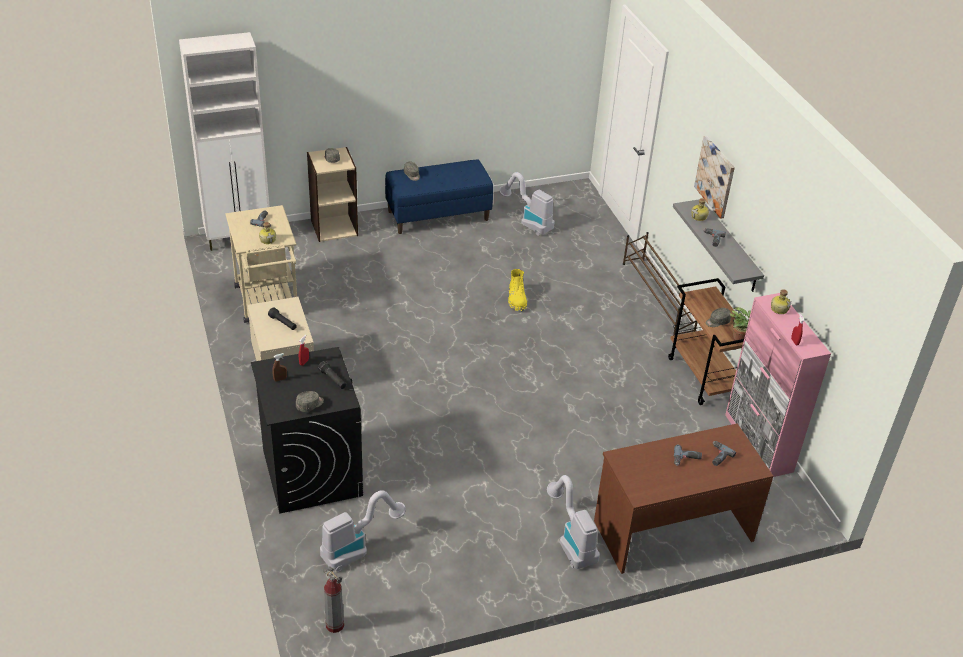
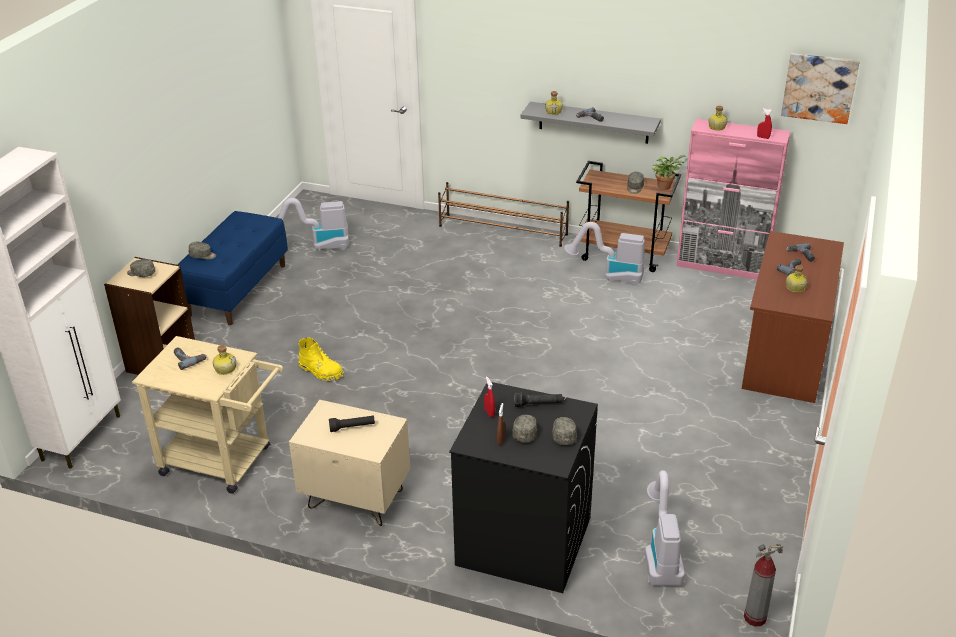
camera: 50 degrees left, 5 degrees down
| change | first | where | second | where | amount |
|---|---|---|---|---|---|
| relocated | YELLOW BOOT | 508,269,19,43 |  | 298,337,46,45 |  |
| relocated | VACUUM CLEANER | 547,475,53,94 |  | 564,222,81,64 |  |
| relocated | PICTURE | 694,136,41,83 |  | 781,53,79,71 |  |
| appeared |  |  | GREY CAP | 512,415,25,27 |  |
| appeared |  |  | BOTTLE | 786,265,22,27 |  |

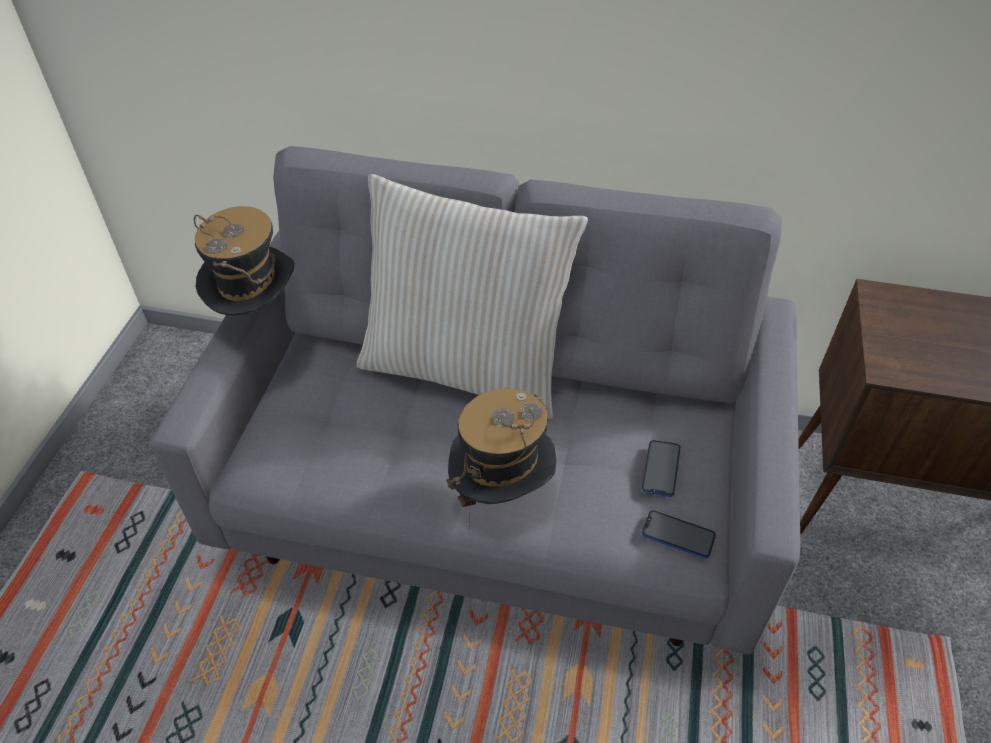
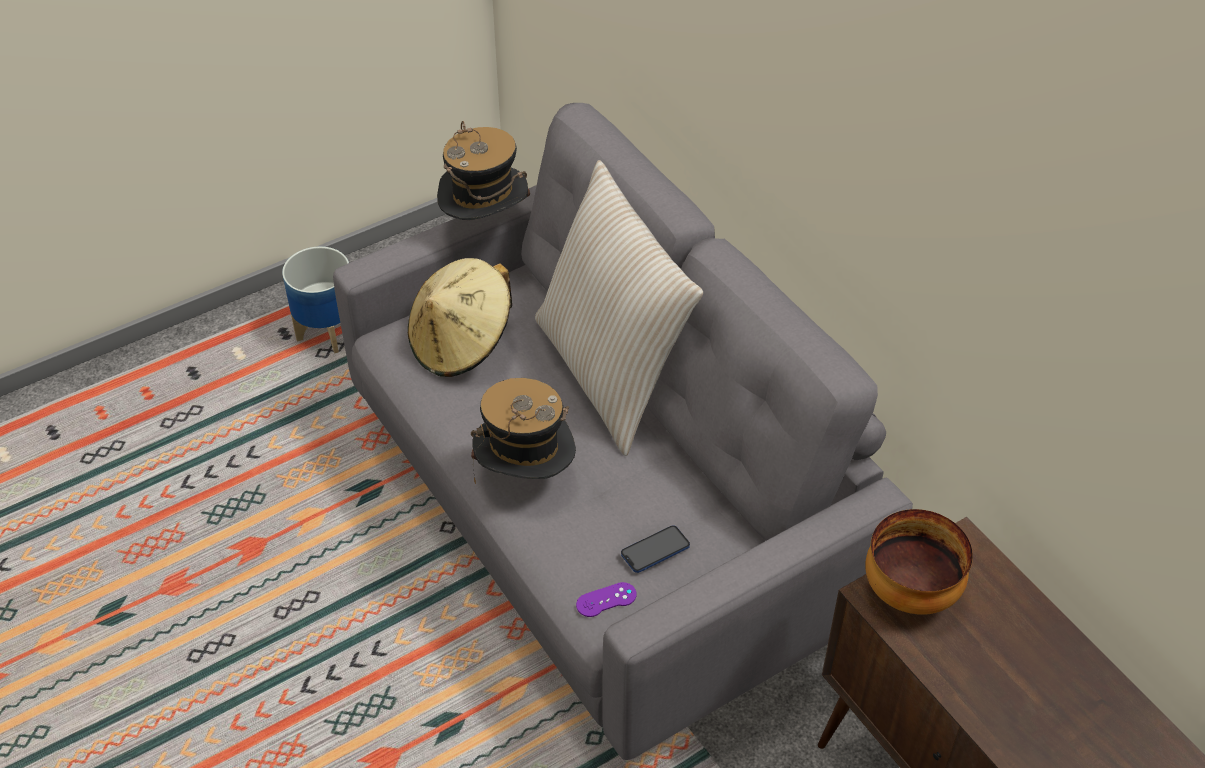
camera: 45 degrees right, 0 degrees up
| change | first | where | second | where | amount |
|---|---|---|---|---|---|
| exchanged | PHONE | 642,510,74,49 | PURPLE GAME CONTROLLER | 576,582,60,35 |  |
| appeared |  |  | PLANTER | 282,246,67,107 |  |
| appeared |  |  | BEIGE HAT | 408,258,104,119 |  |
| appeared |  |  | BOWL | 865,509,108,106 |  |

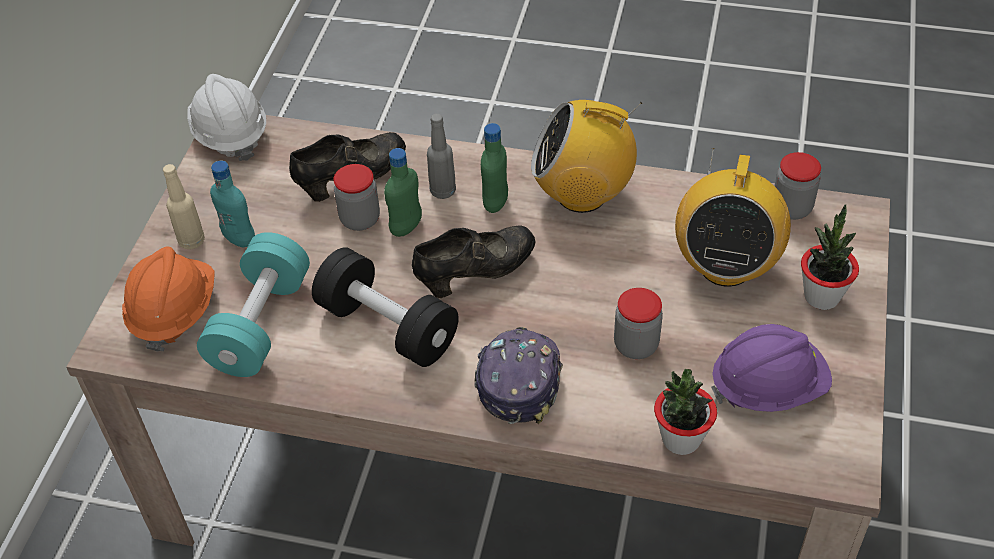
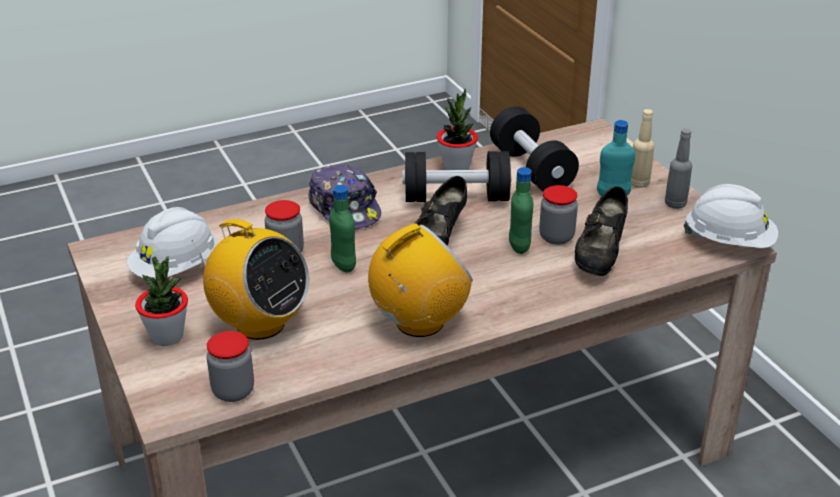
camera: 140 degrees right, 15 degrees down
| change | first | where | second | where | amount |
|---|---|---|---|---|---|
| missing | ORANGE HARD HAT | 122,247,93,105 |  |  |  |
| colour | TURQUOISE DUMBBELL | 197,232,113,145 | BLACK DUMBBELL | 490,106,89,85 |  |
| relocated | GREY BOTTLE | 427,114,29,85 |  | 665,128,27,81 |  |
| relocated | GREEN BOTTLE | 481,123,27,90 |  | 329,185,27,88 |  |
| relocated | POTTED PLANT | 654,369,63,86 |  | 437,89,41,81 |  |
| spun | RADIO | 675,148,116,139 |  | 192,219,117,121 | 150 degrees clockwise |
| colour | PURPLE HARD HAT | 711,324,121,88 | WHITE HARD HAT | 127,207,90,72 |  |

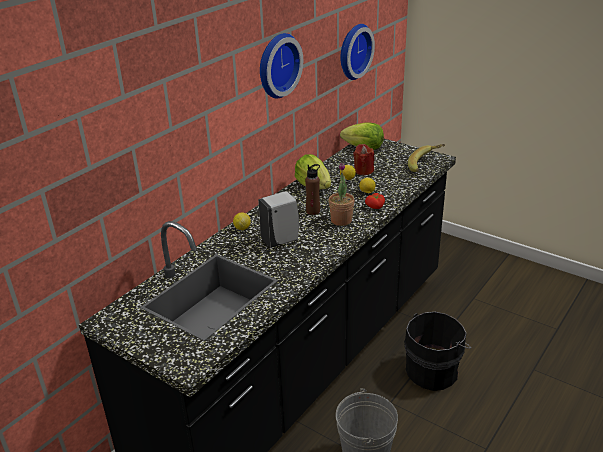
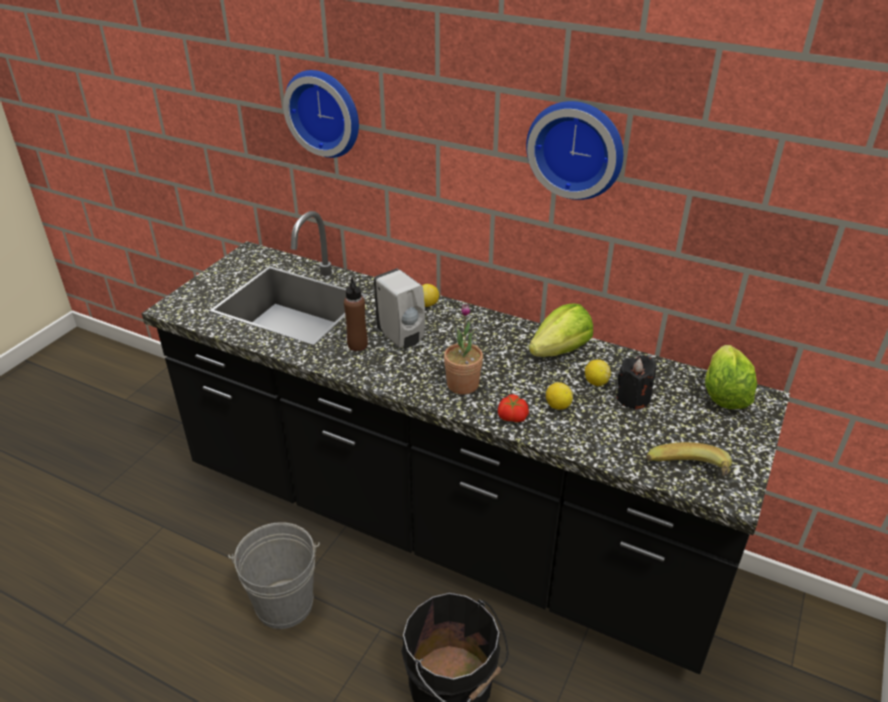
camera: 80 degrees right, 5 degrees up
| change | first | where | second | where | amount |
|---|---|---|---|---|---|
| relocated | BROWN BOTTLE | 305,164,15,51 |  | 344,278,24,73 |  |
| relocated | WALL CLOCK | 340,24,35,56 |  | 283,70,76,88 |  |
| colour | RED CANDLE | 353,144,21,31 | BLACK CANDLE | 617,355,39,55 |  |

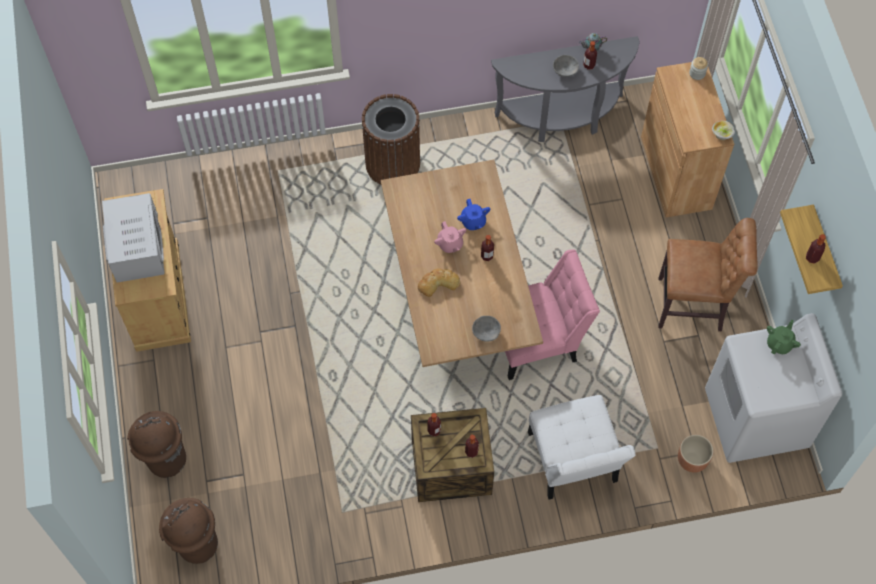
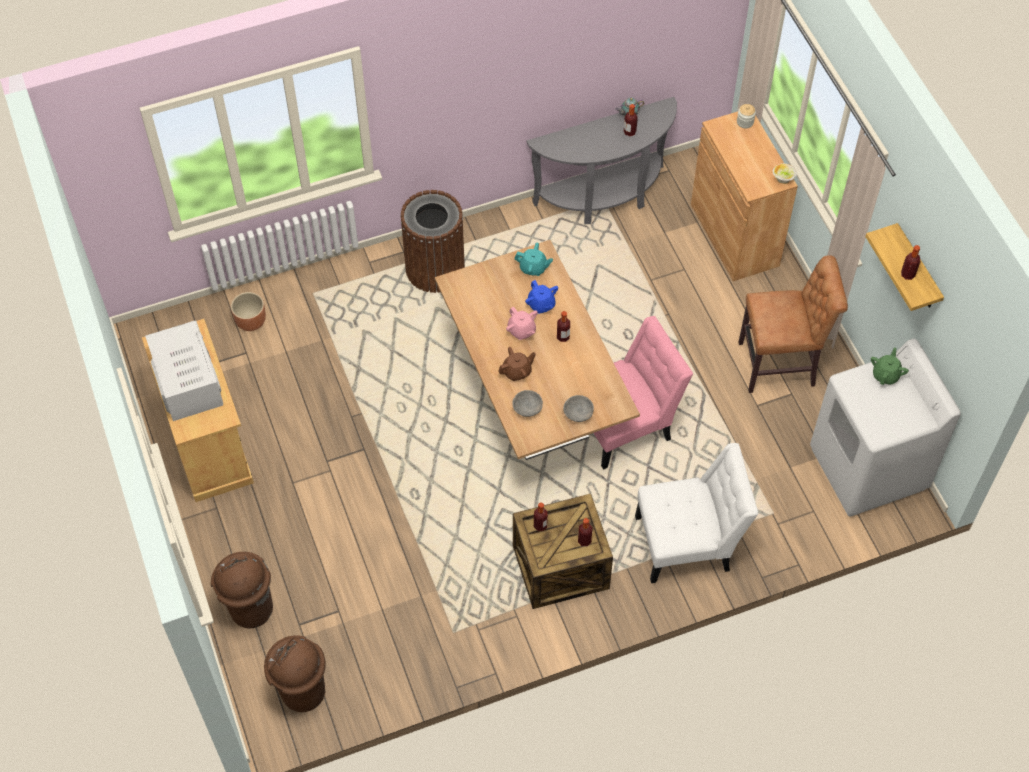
camera: 10 degrees left, 5 degrees down
| change | first | where | second | where | amount |
|---|---|---|---|---|---|
| exchanged | BREAD | 418,268,43,29 | BROWN TEAPOT | 498,347,38,34 |  |
| spun | WHITE CHAIR | 528,395,108,104 |  | 635,443,123,140 | 75 degrees counterclockwise |
| relocated | GREY BOWL | 553,55,26,22 |  | 512,390,31,27 |  |
| relocated | BROWN PLANTER | 678,435,35,38 |  | 231,292,35,39 |  |
| appeared |  |  | TURQUOISE TEAPOT | 514,243,39,33 |  |

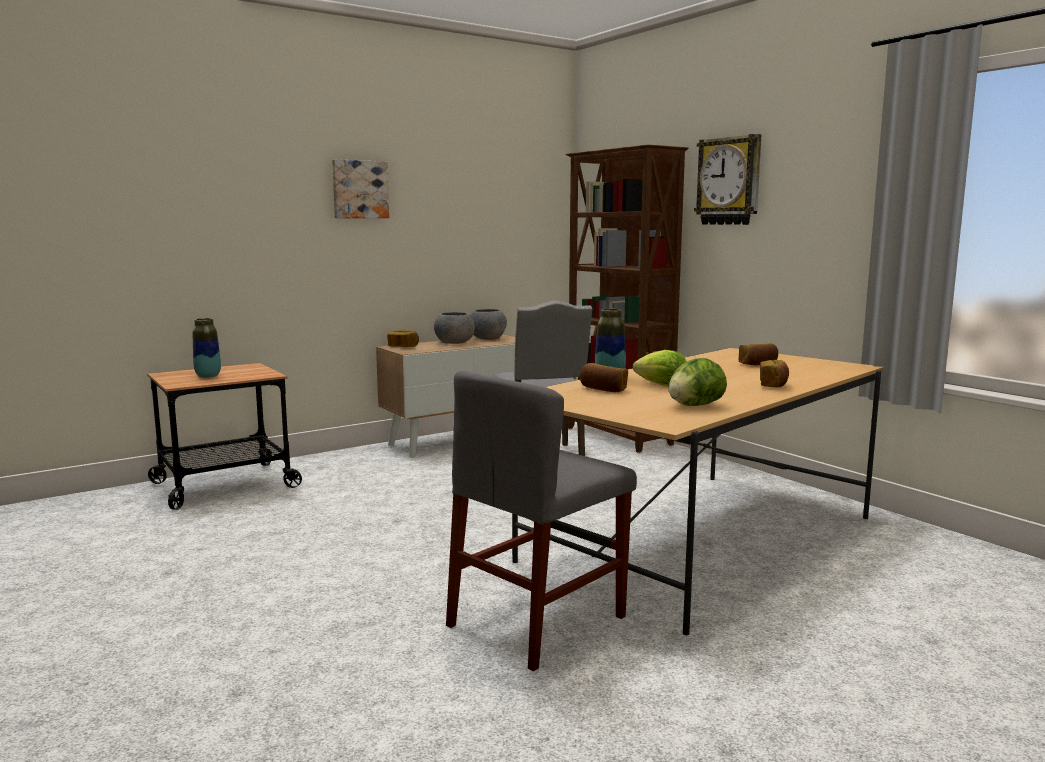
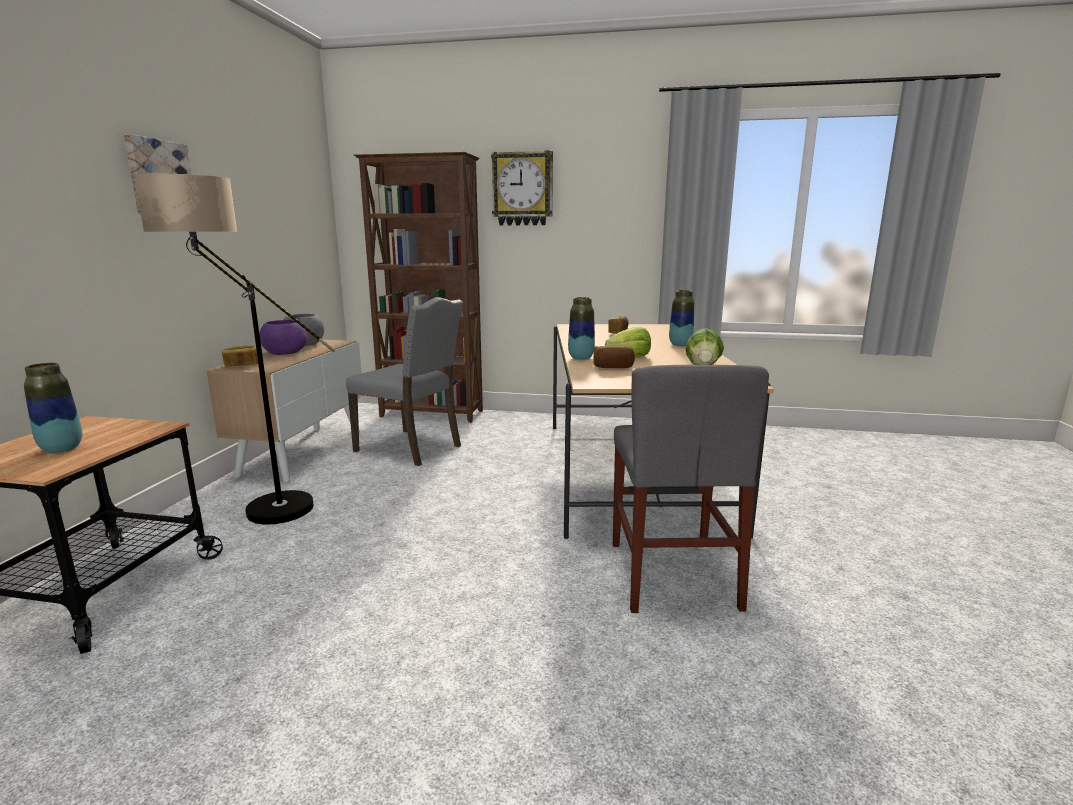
camera: 45 degrees left, 5 degrees up
| change | first | where | second | where | amount |
|---|---|---|---|---|---|
| colour | GREY BOWL | 434,312,41,32 | PURPLE BOWL | 260,320,48,35 |  |
| exchanged | BREAD | 760,360,29,27 | VASE | 669,290,25,56 |  |
| appeared |  |  | FLOOR LAMP | 133,174,202,351 |  |

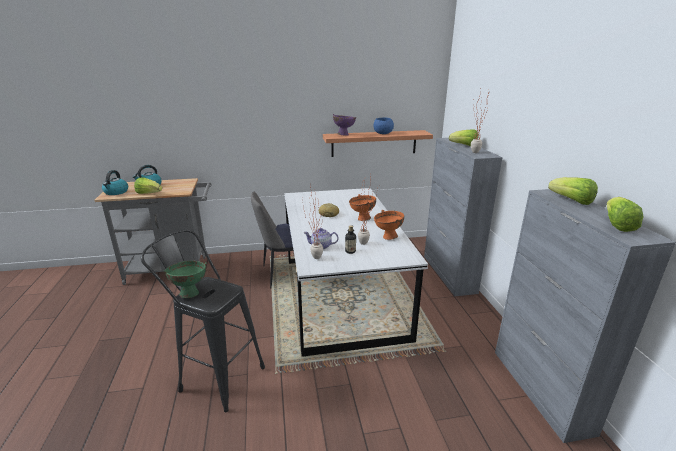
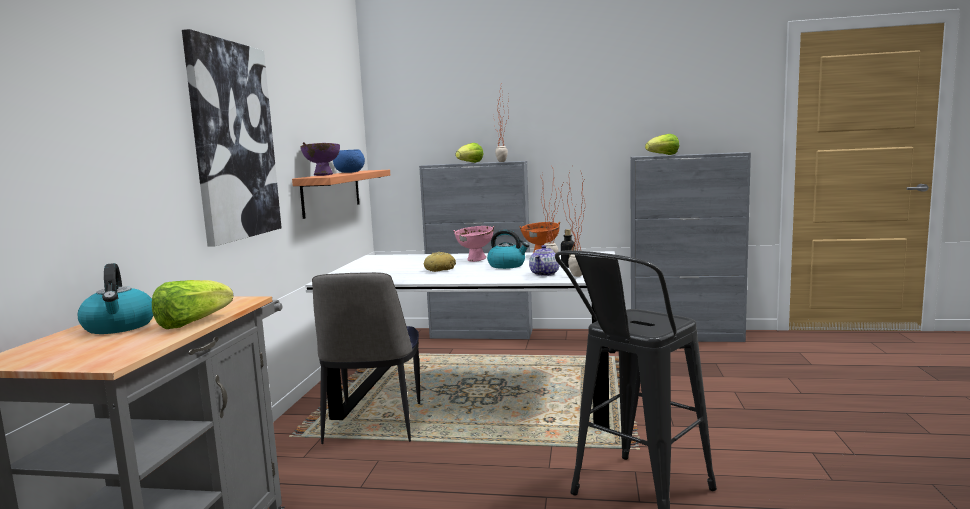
camera: 70 degrees left, 15 degrees down
| change | first | where | second | where | amount |
|---|---|---|---|---|---|
| relocated | KETTLE | 102,170,26,25 |  | 487,230,42,39 |  |
| missing | GREEN BOWL | 164,261,43,37 |  |  |  |
| colour | ORANGE BOWL | 349,194,27,27 | PINK BOWL | 453,226,41,36 |  |
| missing | LETTUCE | 607,197,37,35 |  |  |  |
| appeared |  |  | PICTURE | 182,29,100,218 |  |

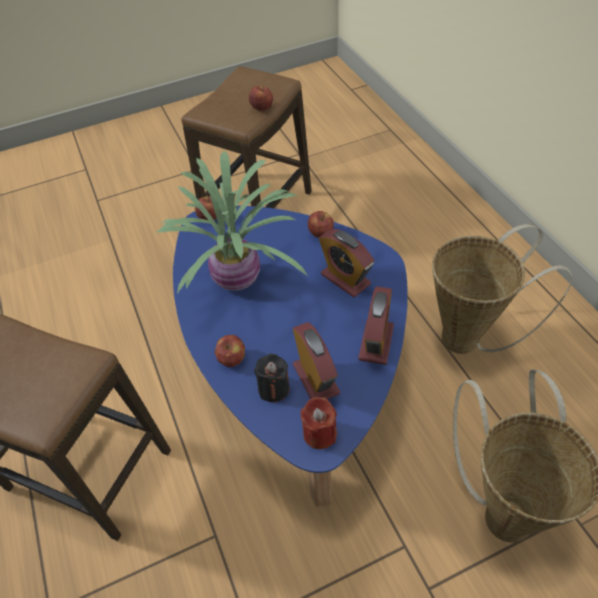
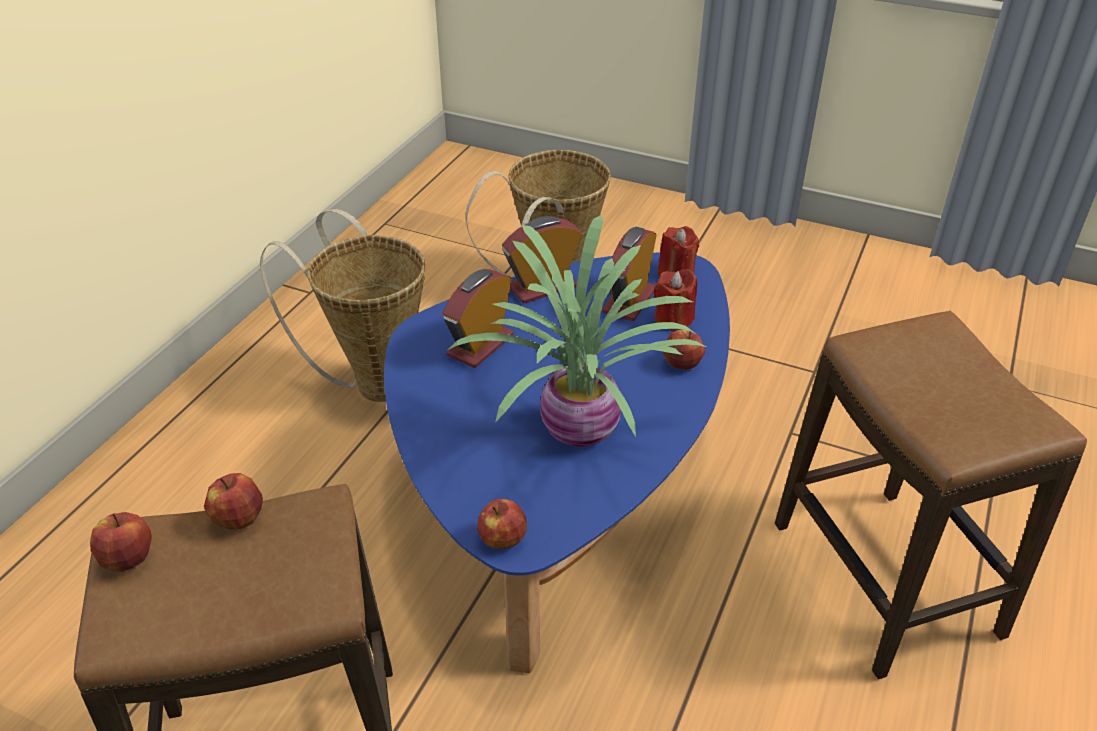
camera: 135 degrees left, 10 degrees down
| change | first | where | second | where | amount |
|---|---|---|---|---|---|
| colour | BLACK CANDLE | 254,354,36,48 | RED CANDLE | 654,269,43,62 |  |
| relocated | APPLE | 308,211,26,27 |  | 90,512,62,60 |  |
| spun | ALARM CLOCK | 319,229,55,68 |  | 442,269,71,99 | 150 degrees counterclockwise |

